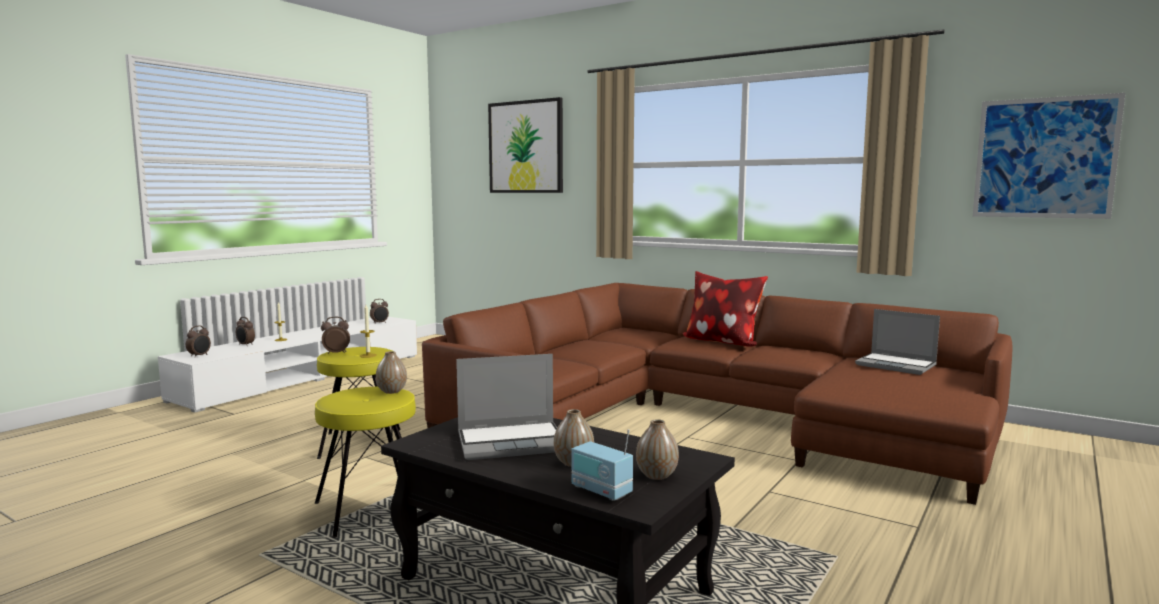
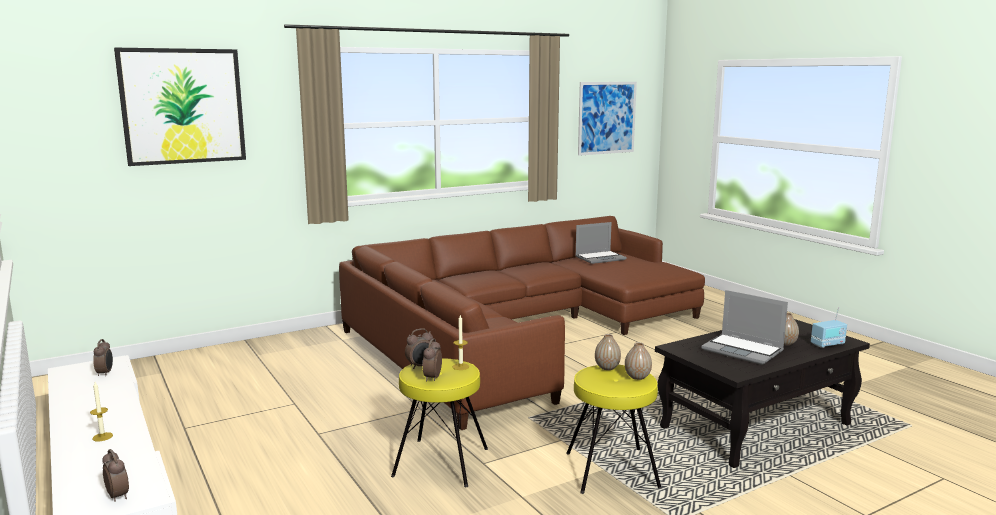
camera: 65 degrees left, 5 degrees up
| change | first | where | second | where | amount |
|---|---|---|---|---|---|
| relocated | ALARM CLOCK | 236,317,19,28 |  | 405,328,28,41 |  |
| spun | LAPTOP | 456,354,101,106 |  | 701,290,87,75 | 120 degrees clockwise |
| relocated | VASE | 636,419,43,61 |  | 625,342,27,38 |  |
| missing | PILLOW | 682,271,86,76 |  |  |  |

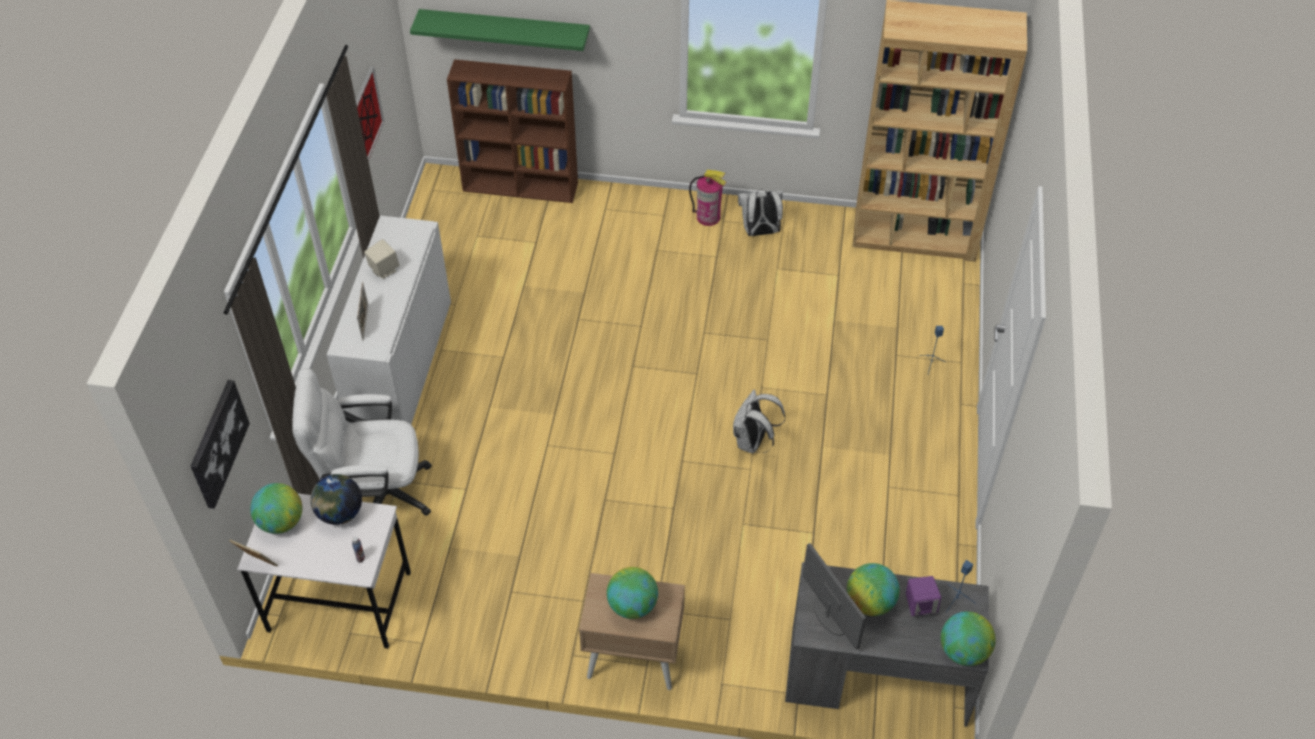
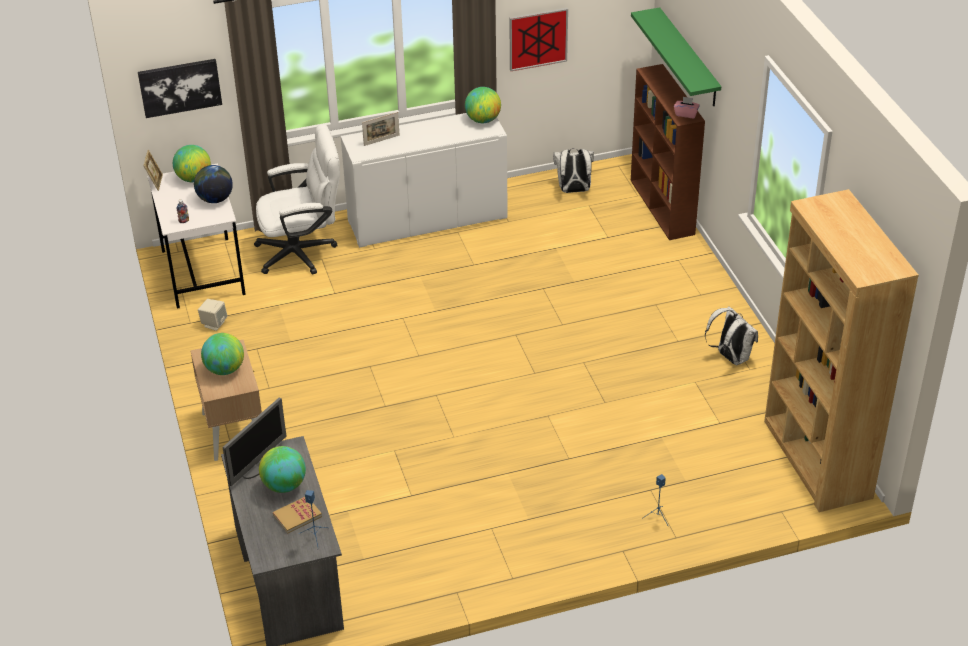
camera: 65 degrees right, 10 degrees down
| change | first | where | second | where | amount |
|---|---|---|---|---|---|
| spun | WHITE OFFICE CHAIR | 292,368,140,148 |  | 254,124,86,151 | 105 degrees clockwise |
| relocated | BEIGE SPEAKER | 364,239,36,40 |  | 198,299,30,32 |  |
| missing | FIRE EXTINGUISHER | 689,170,37,56 |  |  |  |
| relocated | WHITE BACKPACK | 733,390,52,63 |  | 553,148,41,45 |  |
| exchanged | PURPLE SPEAKER | 906,576,35,40 | BOOK | 273,497,49,36 |  |
| relocated | GLOBE | 941,611,55,55 |  | 465,87,36,36 |  |
| appeared |  |  | PINK TISSUE BOX | 674,96,26,22 |  |

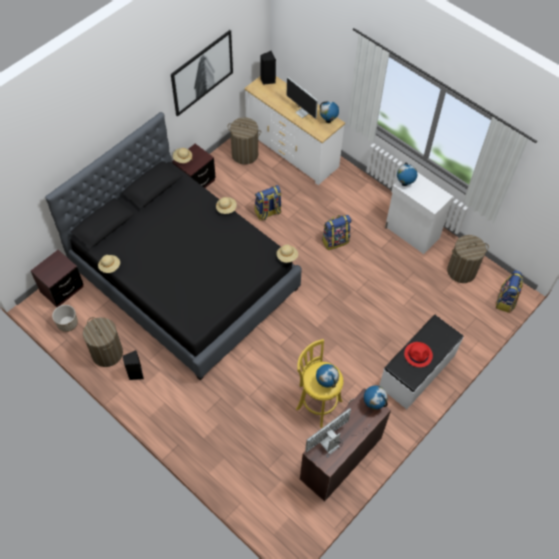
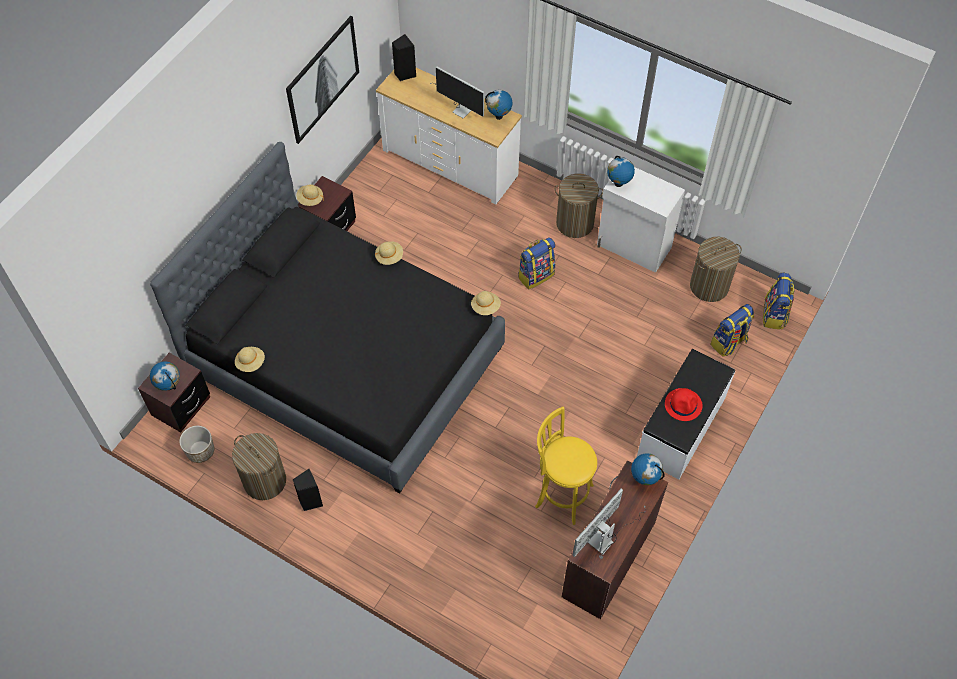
camera: 10 degrees left, 0 degrees up
| change | first | where | second | where | amount |
|---|---|---|---|---|---|
| relocated | LAUNDRY BASKET | 228,117,33,48 |  | 554,173,49,65 |  |
| relocated | BACKPACK | 255,185,27,36 |  | 710,304,44,53 |  |
| relocated | GLOBE | 316,364,23,24 |  | 150,362,30,29 |  |

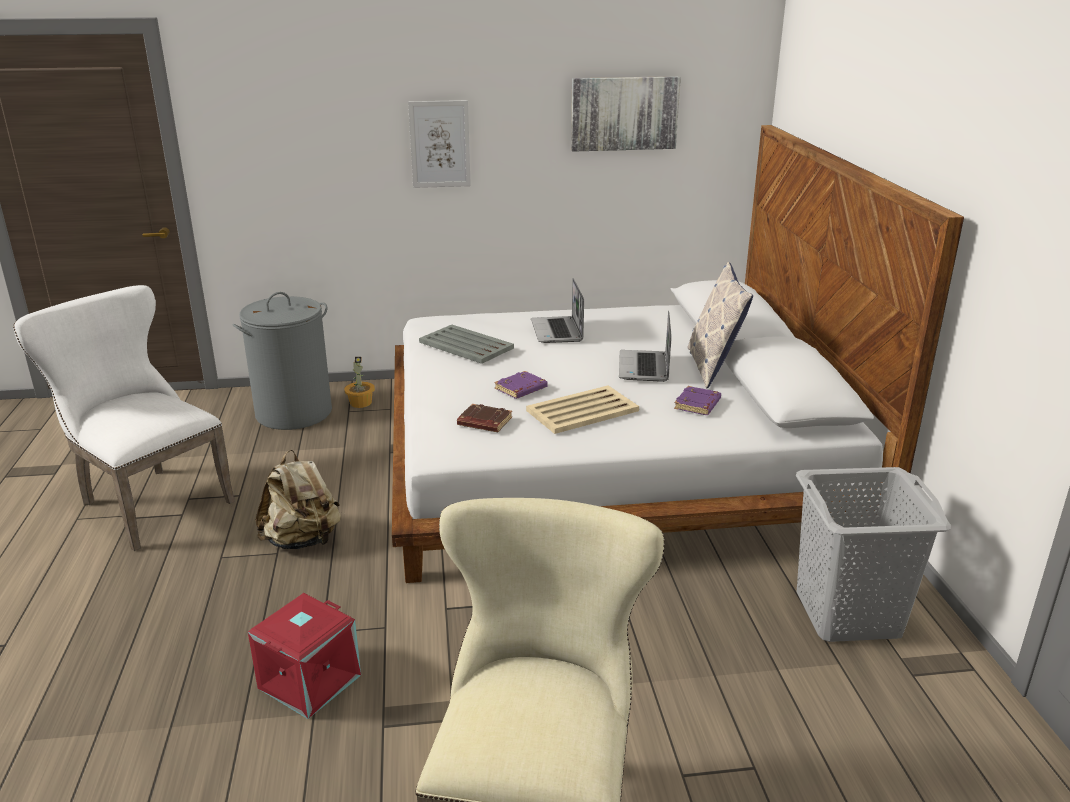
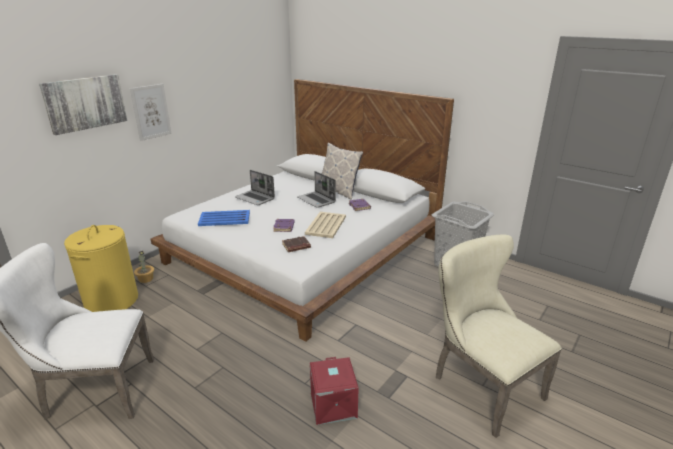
camera: 45 degrees left, 0 degrees up
| change | first | where | second | where | amount |
|---|---|---|---|---|---|
| colour | GREY LAUNDRY BASKET | 233,292,99,138 | YELLOW LAUNDRY BASKET | 64,225,74,87 |  |
| missing | BEIGE BACKPACK | 255,450,86,99 |  |  |  |
| colour | GREY TRAY | 419,325,95,39 | BLUE TRAY | 198,210,52,16 |  |
| relocated | PICTURE | 571,76,110,76 |  | 39,74,88,61 |  |

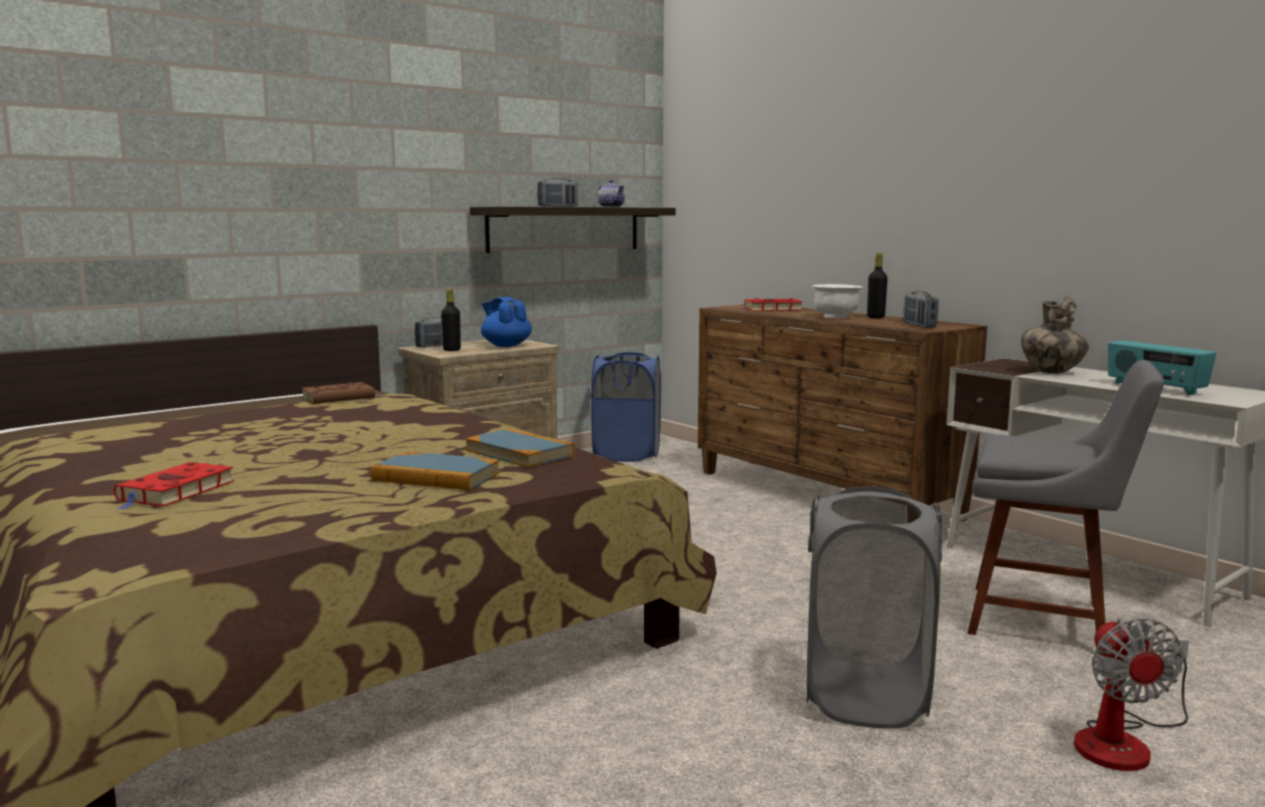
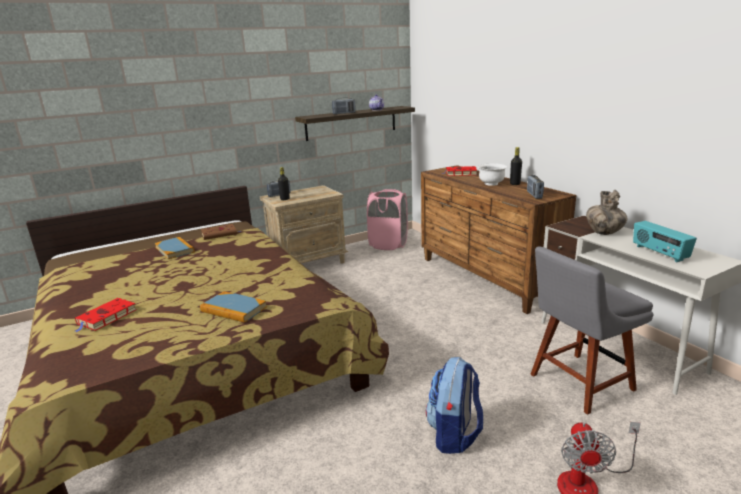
camera: 10 degrees right, 10 degrees up
| change | first | where | second | where | amount |
|---|---|---|---|---|---|
| relocated | BOOK | 465,428,110,40 |  | 155,237,40,22 |  |
| missing | BLUE TEAPOT | 481,297,51,50 |  |  |  |
| colour | BLUE LAUNDRY BASKET | 591,352,70,110 | PINK LAUNDRY BASKET | 367,189,41,61 |  |
| exchanged | GREY LAUNDRY BASKET | 807,486,135,243 | BACKPACK | 426,357,57,97 |  |
| spun | GREY CHAIR | 967,360,197,296 |  | 530,247,123,168 | 120 degrees clockwise |

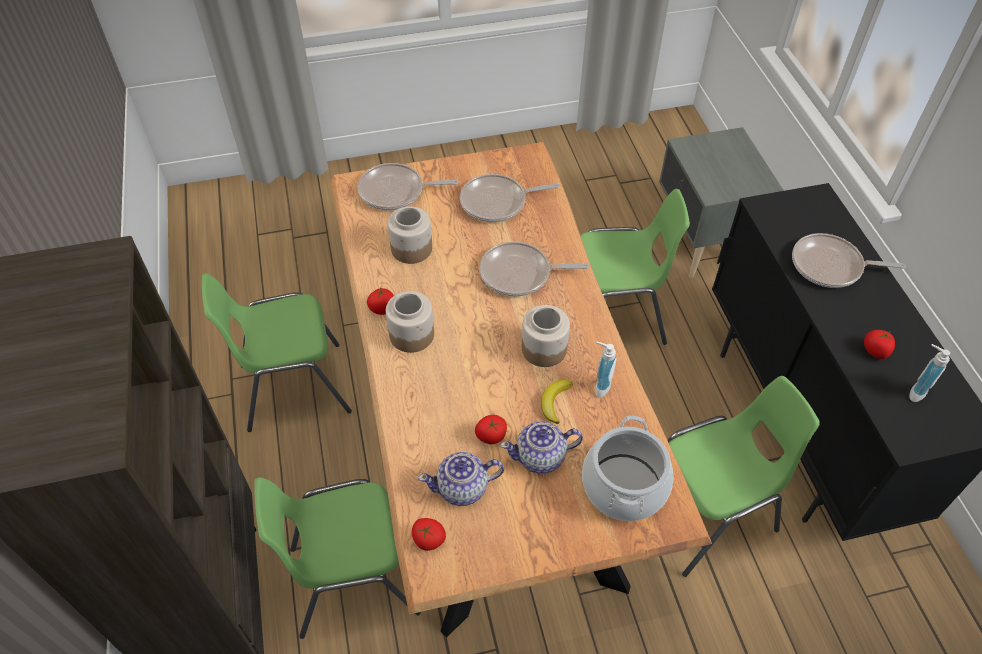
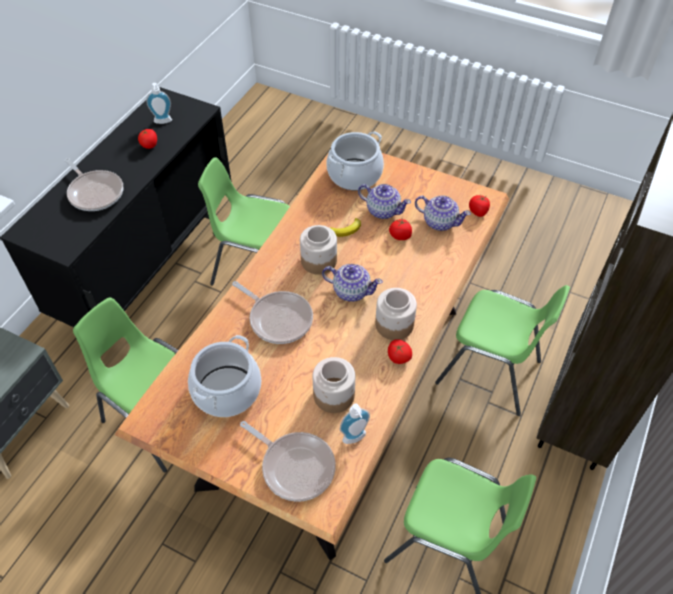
camera: 140 degrees left, 0 degrees up
| change | first | where | second | where | amount |
|---|---|---|---|---|---|
| exchanged | FRYING PAN | 460,174,100,48 | COOKING POT | 188,335,73,82 |  |
| relocated | SOAP DISPENSER | 595,341,22,57 |  | 340,404,30,40 |  |
| appeared |  |  | TEAPOT | 322,264,61,38 |  |

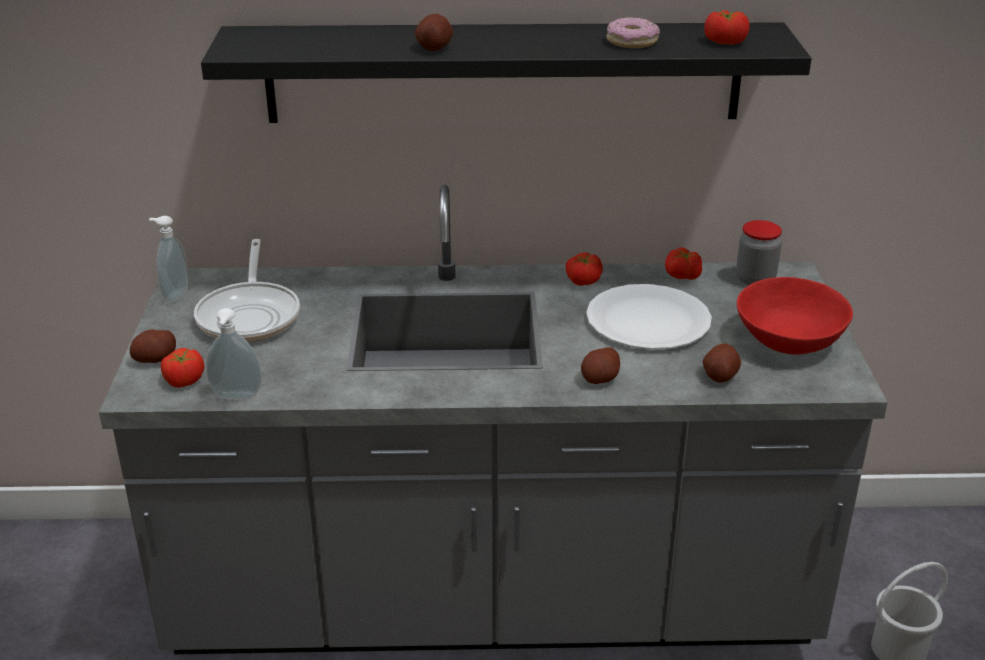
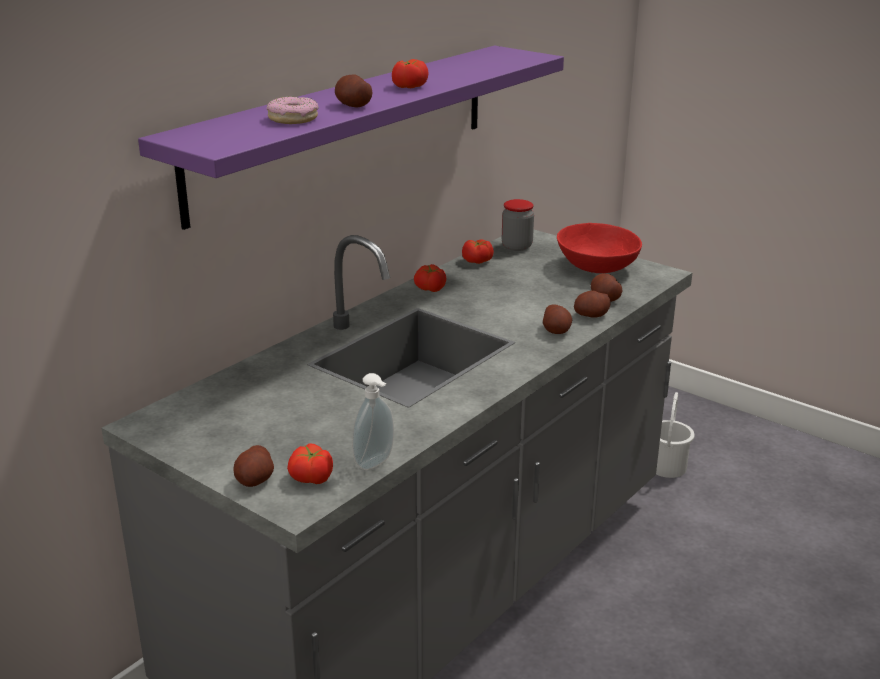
camera: 50 degrees left, 5 degrees down
| change | first | where | second | where | amount |
|---|---|---|---|---|---|
| missing | SOAP DISPENSER | 149,216,39,87 |  |  |  |
| missing | FRYING PAN | 194,239,106,103 |  |  |  |
| colour | BLACK SHELF | 201,22,610,101 | PURPLE SHELF | 138,46,426,184 |  |
| missing | WHITE PLATE | 586,284,126,66 |  |  |  |
| relocated | DONUT | 607,17,53,31 |  | 266,97,52,27 |  |
| relocated | TOMATO | 704,10,46,35 |  | 392,59,36,29 |  |
| appeared |  |  | POTATO | 574,290,36,28 |  |

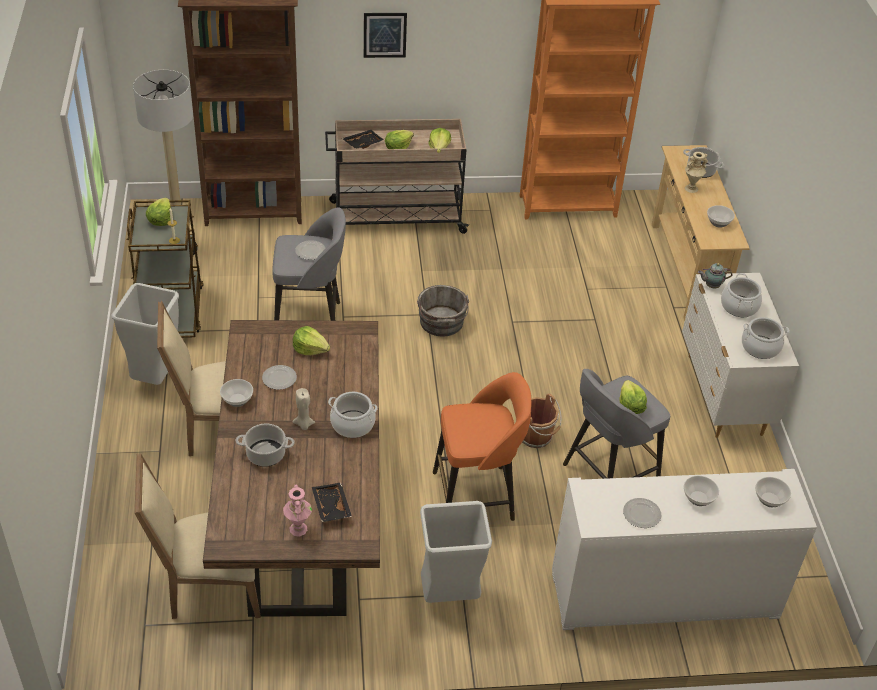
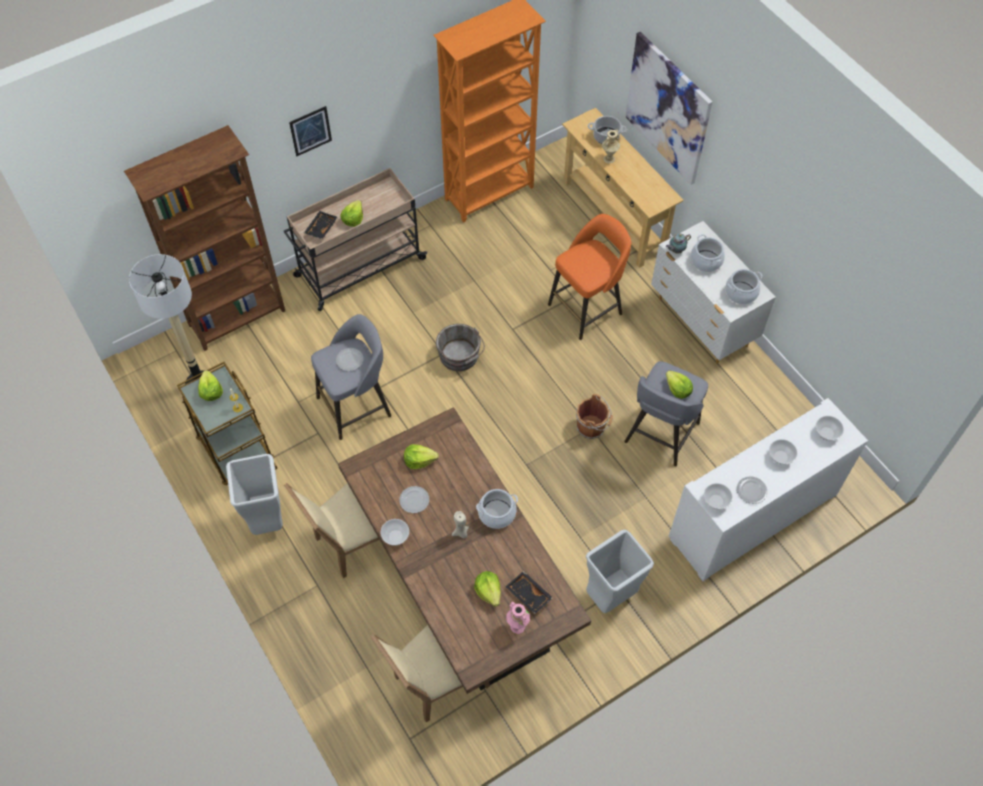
camera: 25 degrees left, 15 degrees up
| change | first | where | second | where | amount |
|---|---|---|---|---|---|
| missing | COOKING POT | 236,423,59,44 |  |  |  |
| relocated | LETTUCE | 429,128,22,25 |  | 474,571,27,36 |  |
| relocated | ORANGE STOOL | 433,372,98,149 |  | 548,214,83,126 |  |
| relocated | BOWL | 707,205,28,23 |  | 704,483,29,27 |  |
| appeared |  |  | PICTURE | 625,32,87,153 |  |

